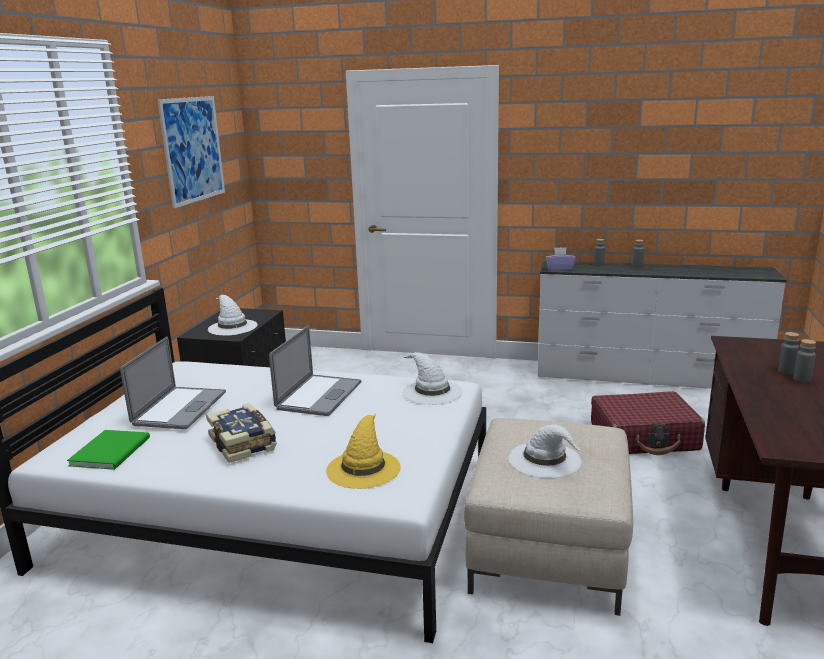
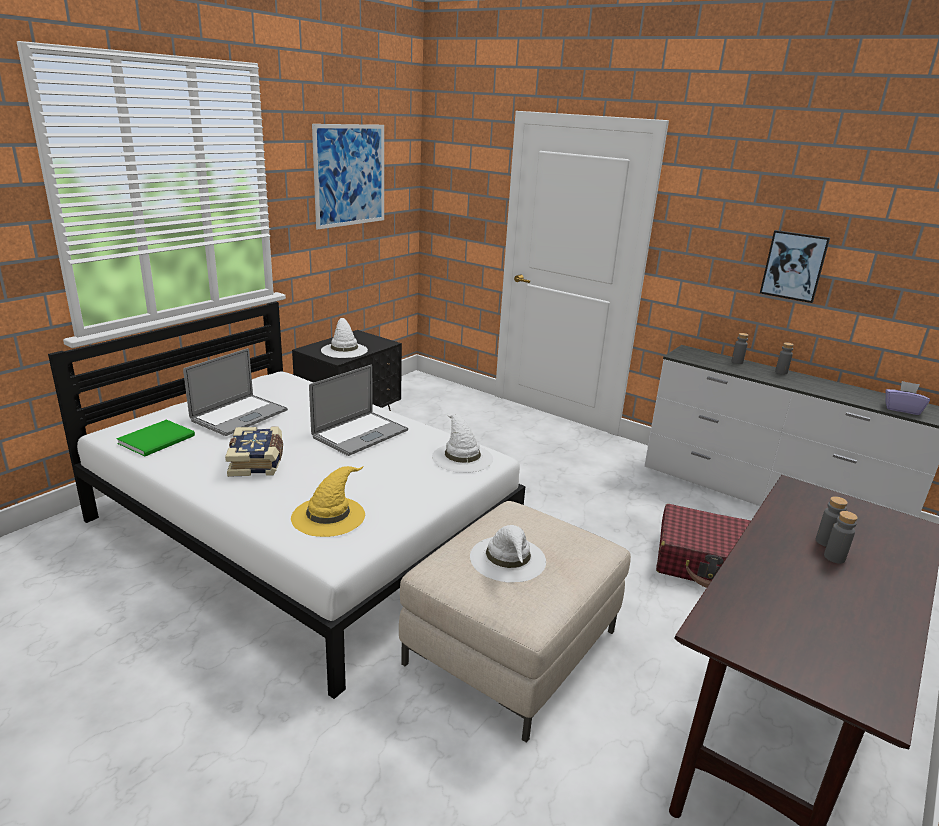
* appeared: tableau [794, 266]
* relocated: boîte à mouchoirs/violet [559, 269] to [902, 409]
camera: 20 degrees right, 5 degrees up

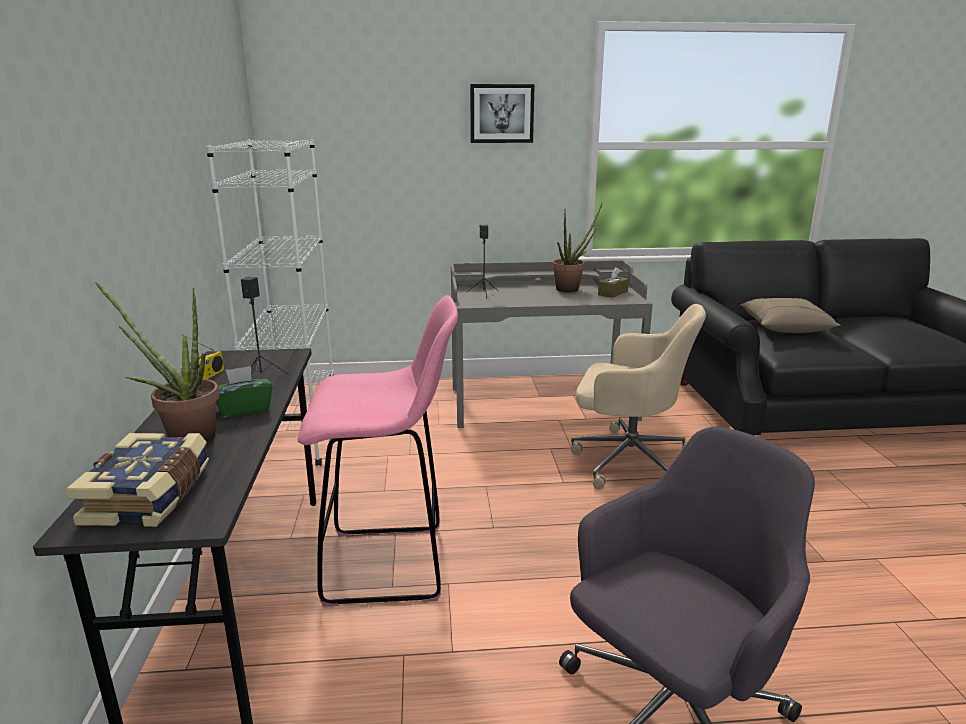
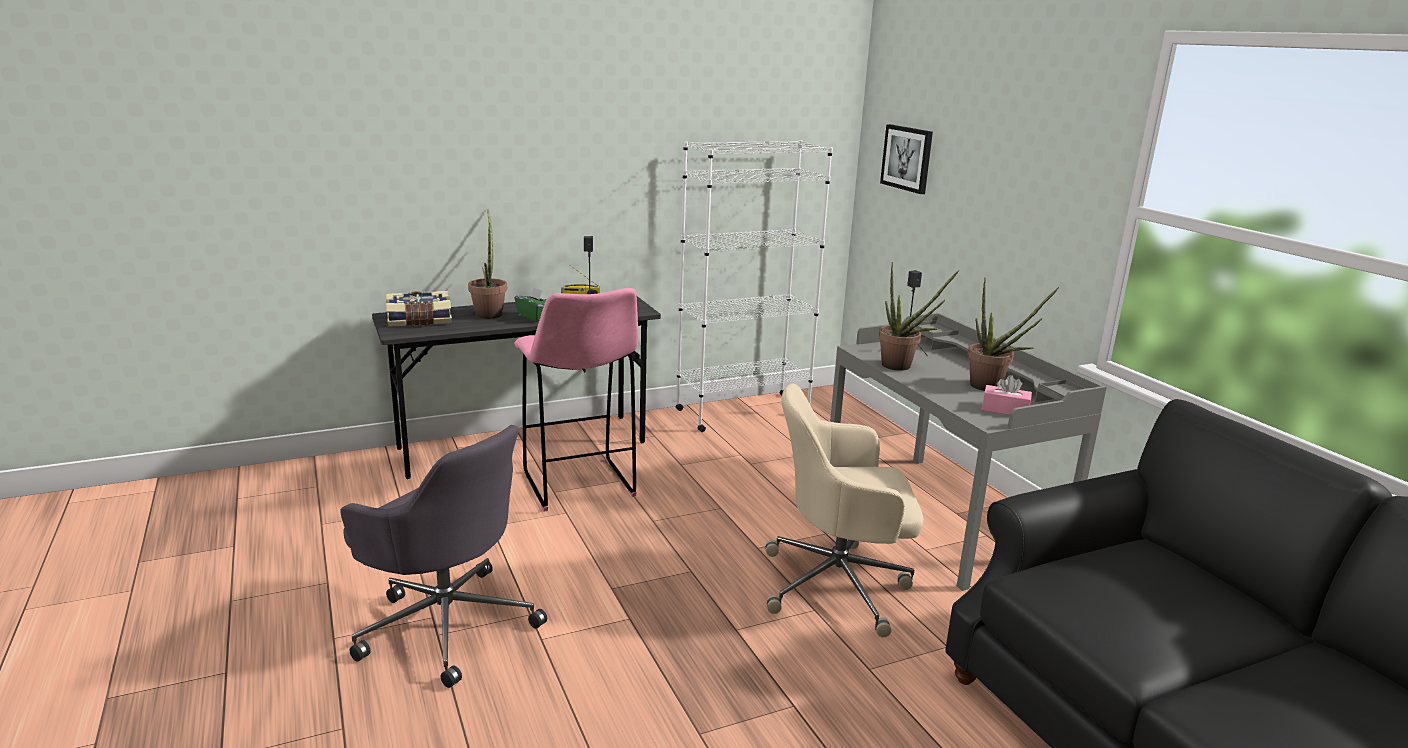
* missing: coussin/beige [784, 327]
* appeared: plante en pot [902, 367]
* relocated: tableau [501, 113] to [907, 158]
* colour: boîte à mouchoirs/marron [613, 293] to boîte à mouchoirs/rose [1005, 410]
* spun: chaise de bureau/beige [628, 460] = [839, 585] 90 degrees clockwise
camera: 70 degrees right, 0 degrees up

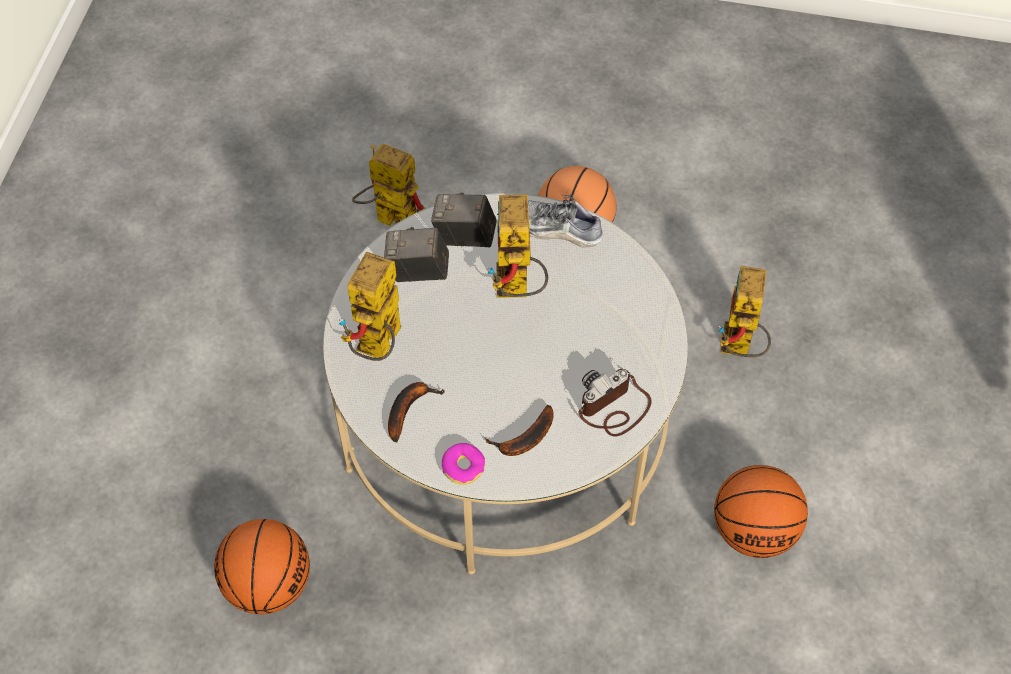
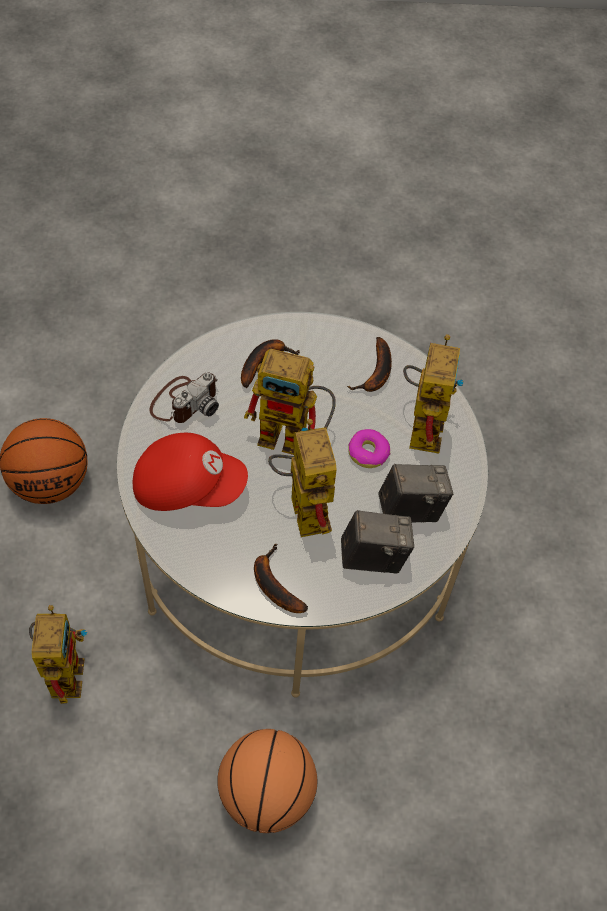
* missing: ballon de basket [269, 584]
* appeared: casquette/rouge [188, 485]
* relocated: robot jouet [388, 218] to [294, 436]
* relocated: beignet [463, 467] to [368, 453]
* exchanged: chaussure [557, 229] to banane [273, 584]
camera: 165 degrees right, 0 degrees up

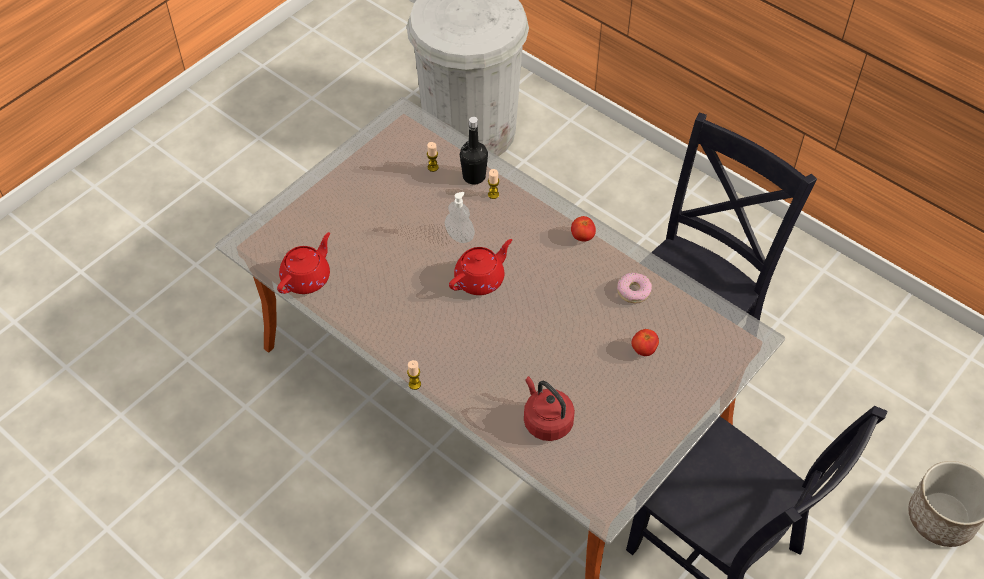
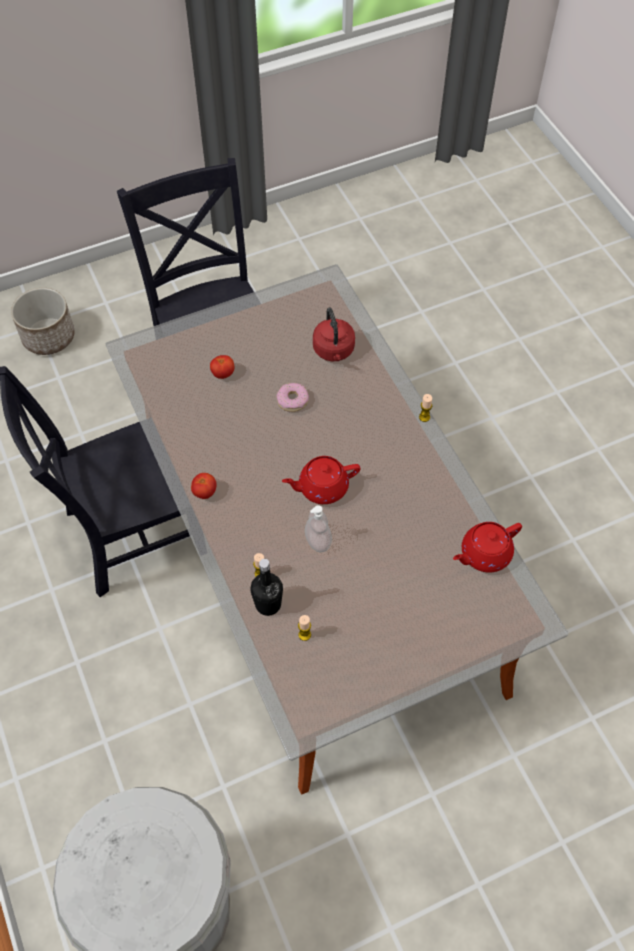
* relocated: beignet [633, 291] to [292, 400]
camera: 155 degrees left, 5 degrees up

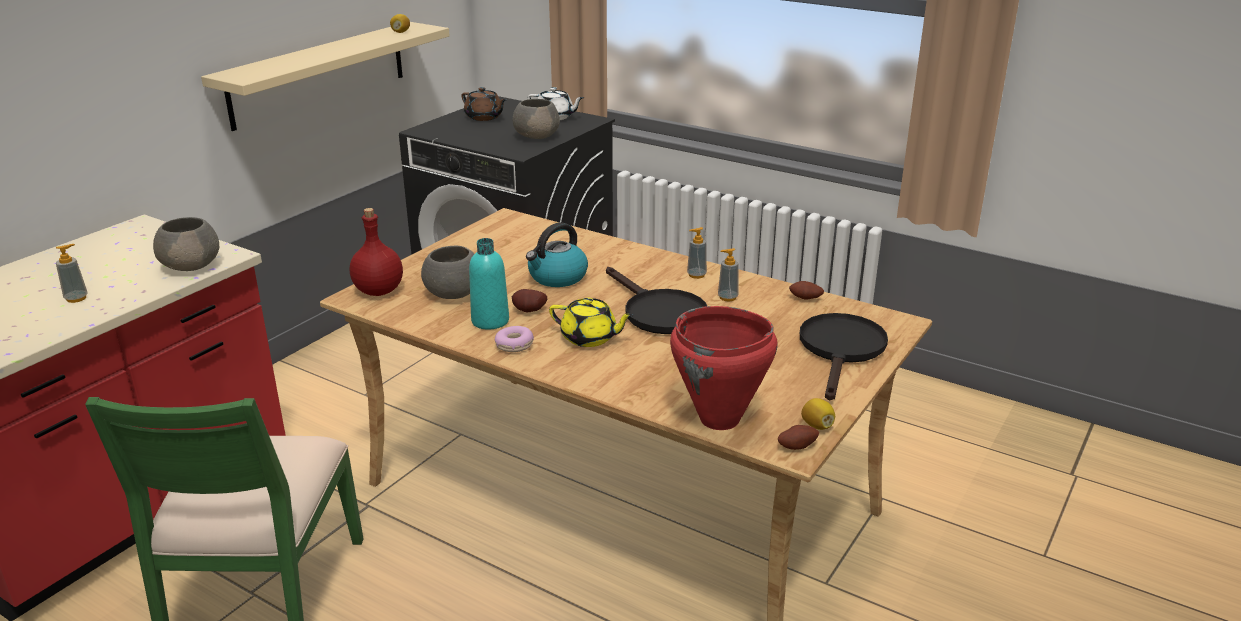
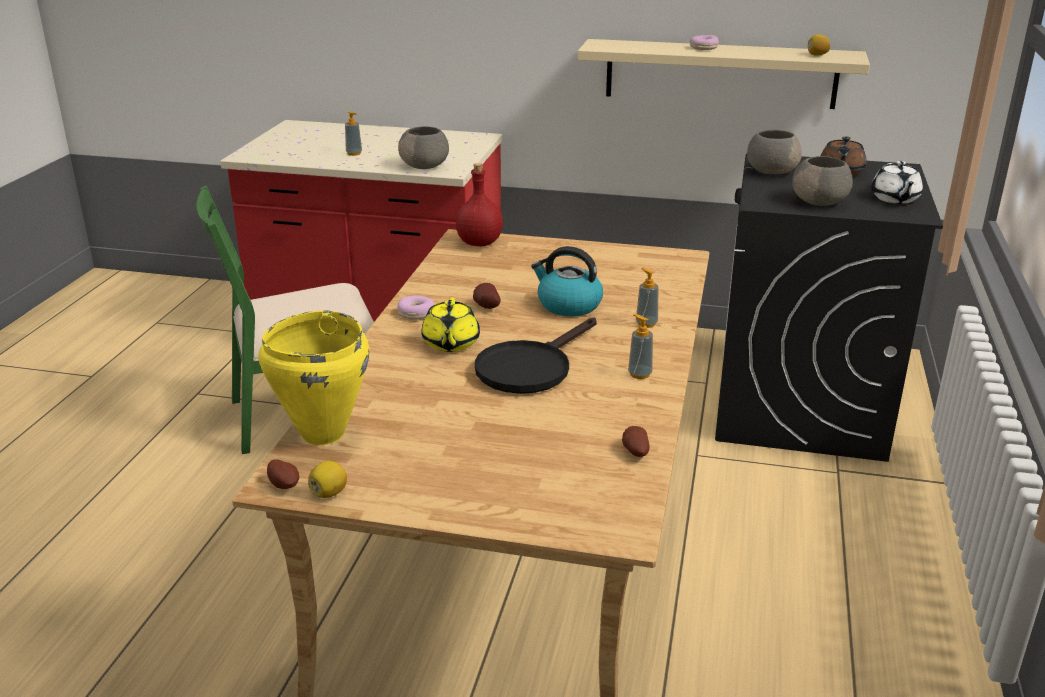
* missing: bouteille/turquoise [490, 321]
* missing: poêle/noir [841, 350]
* appeared: beignet [703, 48]
* relocated: bol/gris [453, 293] to [771, 172]
* relocated: distributeur de savon [727, 297] to [646, 323]
* colour: marmite/rouge [720, 419] to marmite/jaune [322, 434]
camera: 70 degrees right, 0 degrees up

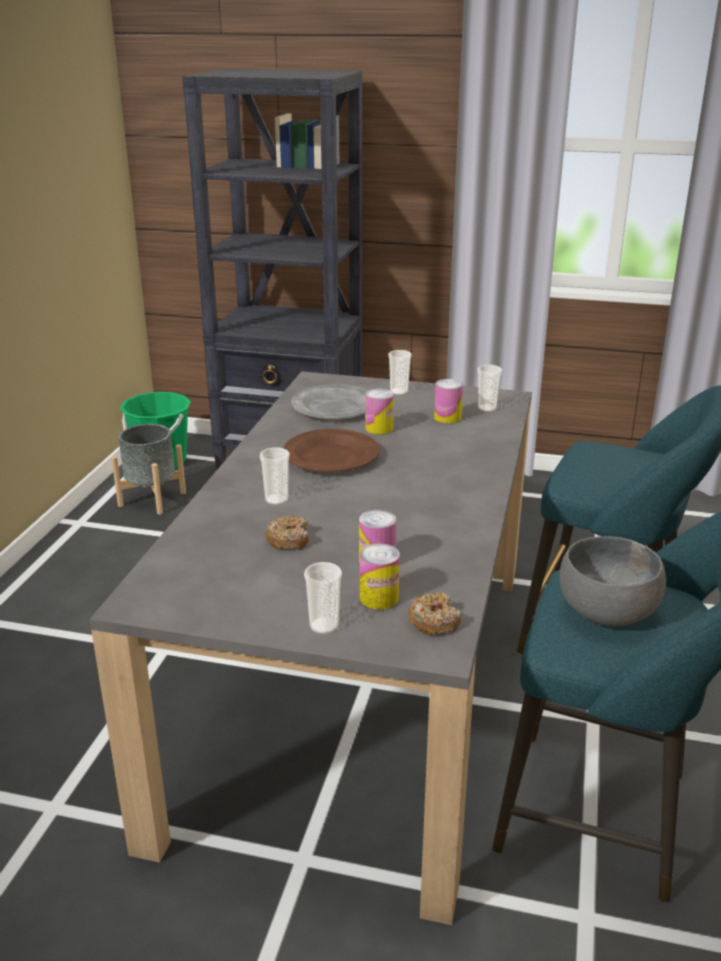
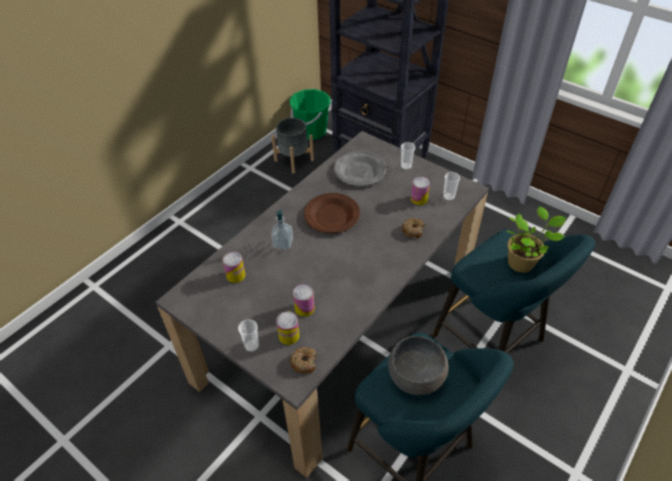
* appeared: plante en pot [522, 263]
* relocated: beignet [288, 540] to [413, 230]
* relocated: boîte métallique [379, 428] to [236, 275]
* exchanged: tasse [276, 500] to distributeur de savon [283, 243]
camera: 25 degrees right, 20 degrees up

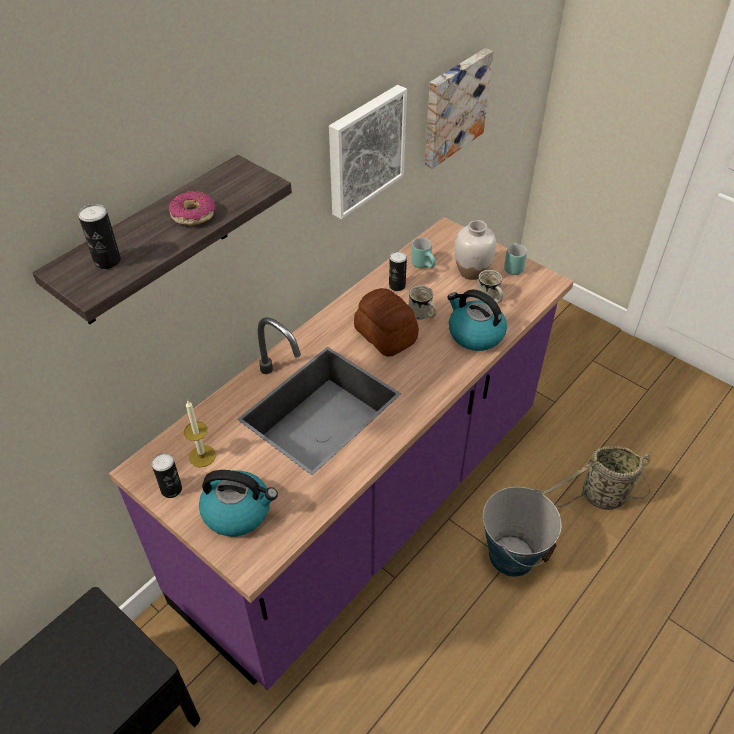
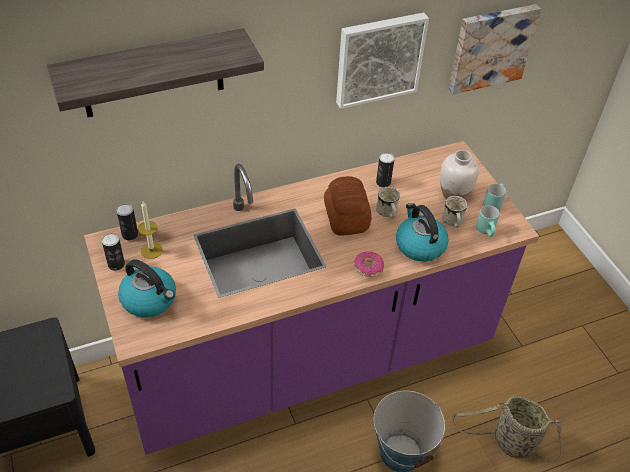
* relocated: boîte métallique [107, 261] to [130, 234]
* relocated: beignet [193, 215] to [368, 267]
* relocated: mug/turquoise [424, 265] to [487, 231]
camera: 25 degrees right, 0 degrees up

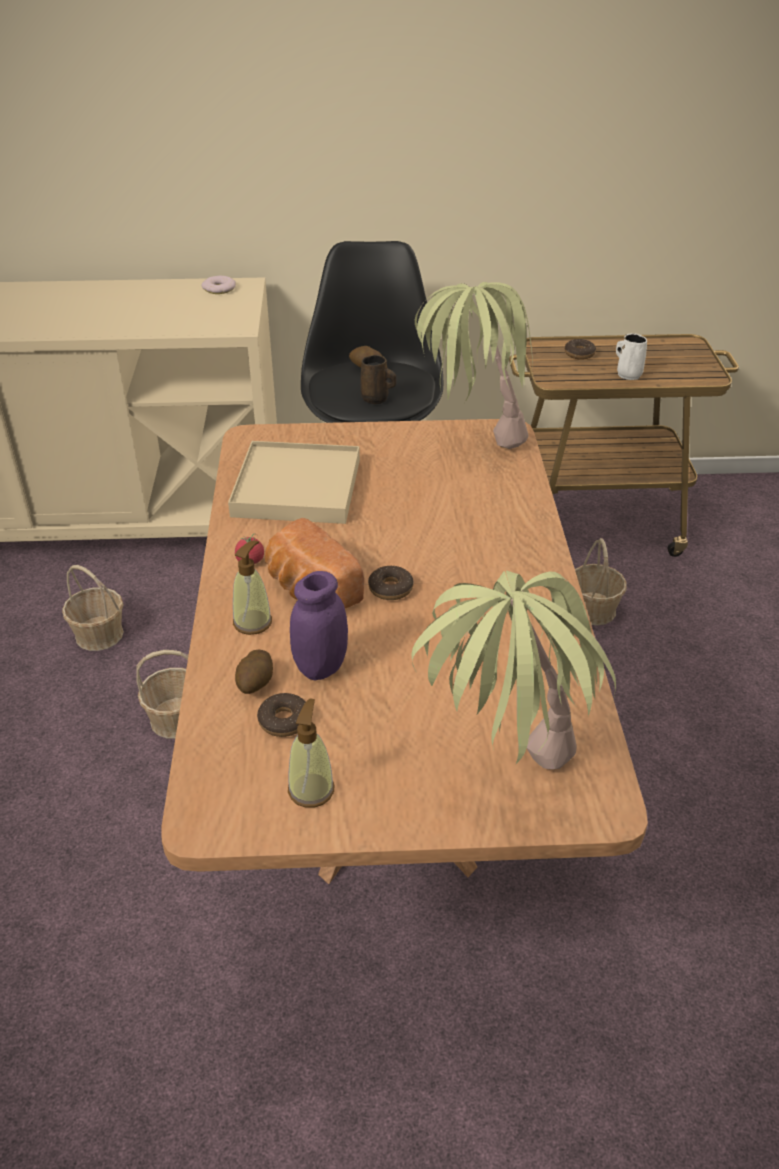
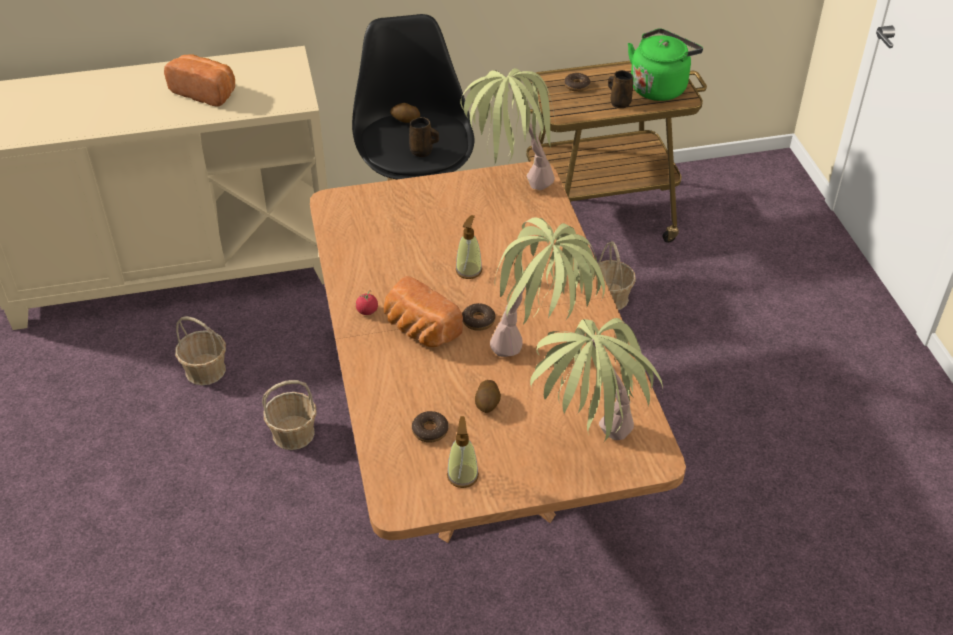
* missing: beignet [219, 289]
* missing: plateau/beige [297, 487]
* missing: bocal/violet [321, 667]
* appeared: pain [206, 92]
* appeared: plante en pot [542, 352]
* appeared: bouilloire/vert [660, 87]
* relocated: distributeur de savon [253, 622] to [469, 270]
* relocated: pomme de terre [255, 683] to [487, 404]
* colour: mug/blanc [628, 374] to mug/marron [619, 102]
camera: 10 degrees left, 5 degrees up

